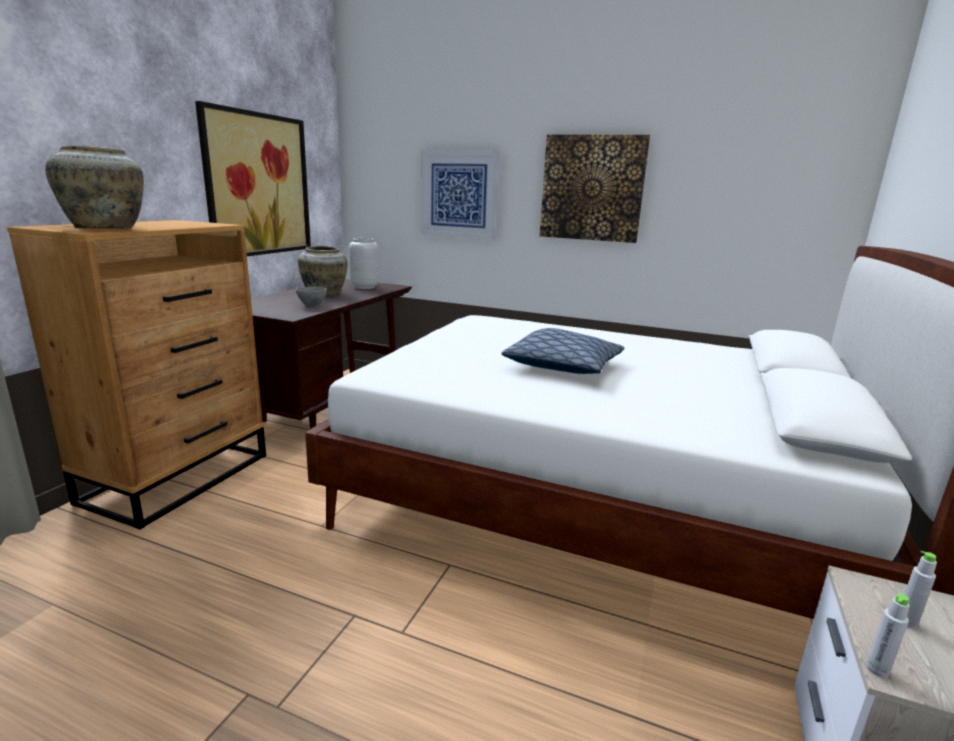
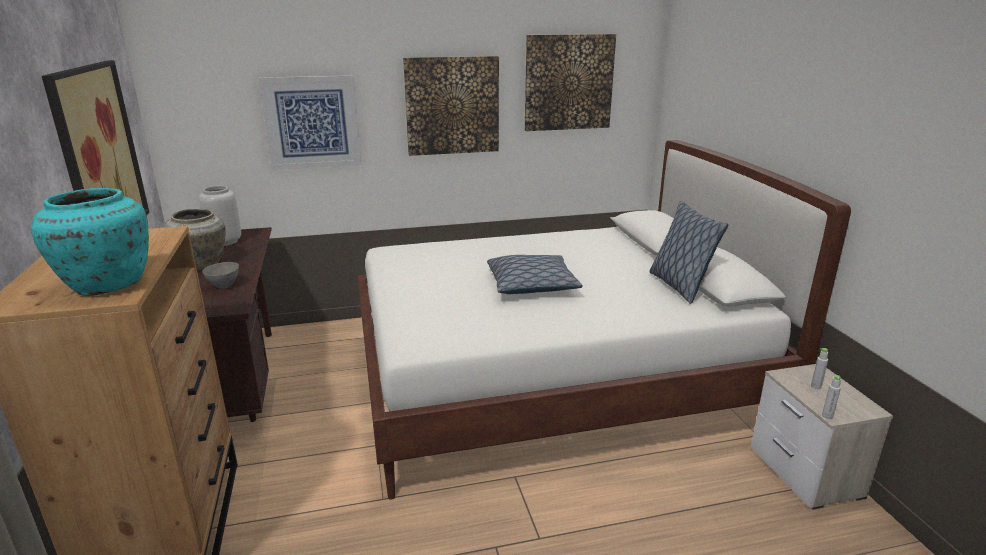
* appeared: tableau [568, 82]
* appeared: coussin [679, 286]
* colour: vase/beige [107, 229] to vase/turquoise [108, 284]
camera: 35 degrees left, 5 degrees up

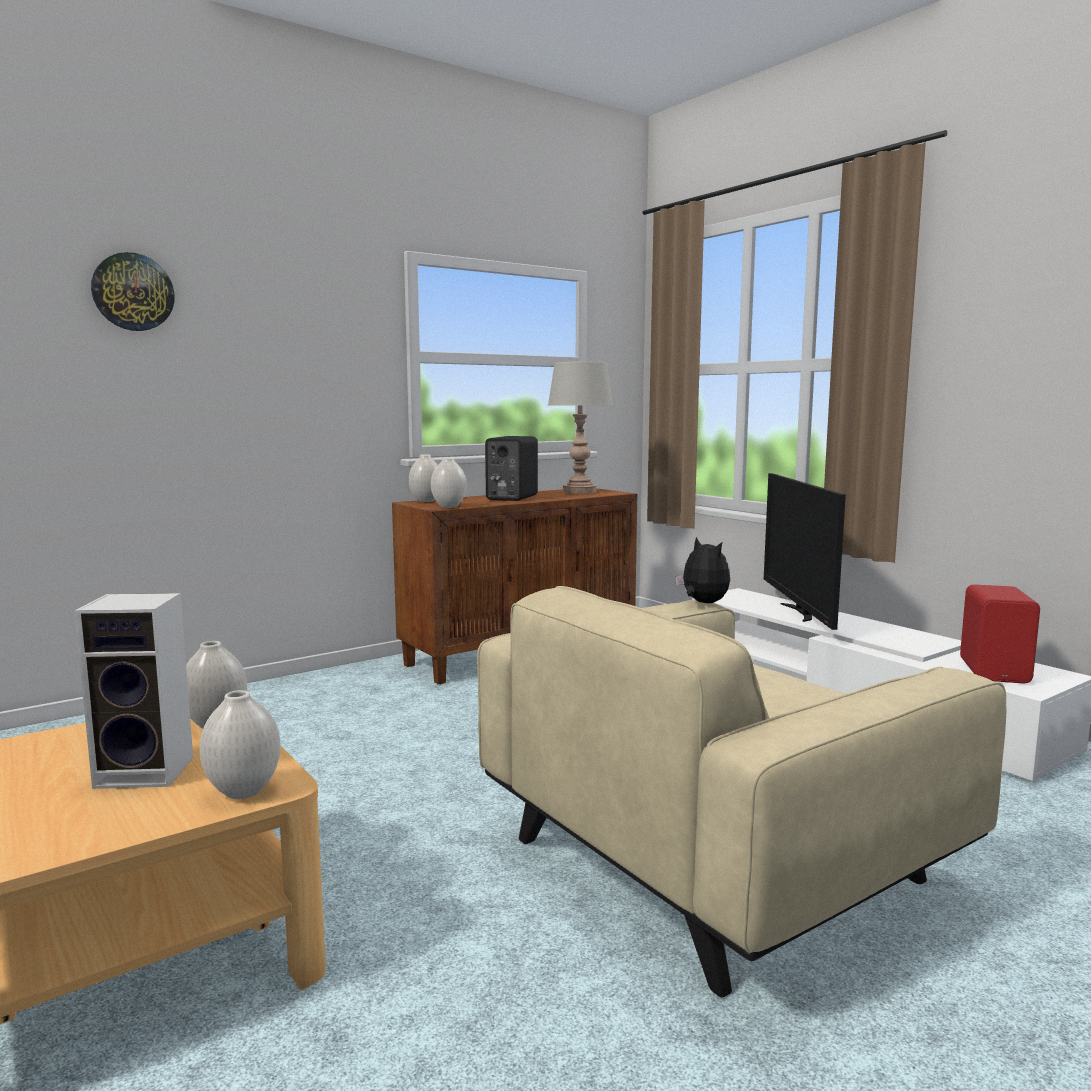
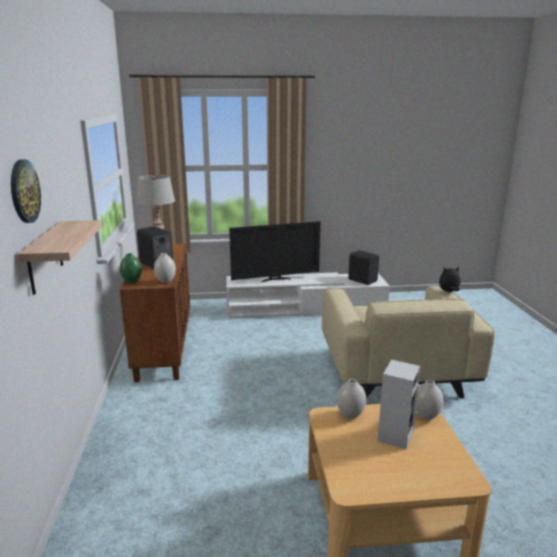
* appeared: étagère [45, 257]
* relocated: peluche [702, 603] to [449, 291]
* colour: vase/blanc [426, 501] to vase/vert [132, 281]
* colour: enceinte/rouge [996, 671] to enceinte/noir [362, 280]
* spun: téléviseur [799, 612] = [275, 279] 45 degrees counterclockwise
camera: 60 degrees left, 10 degrees up

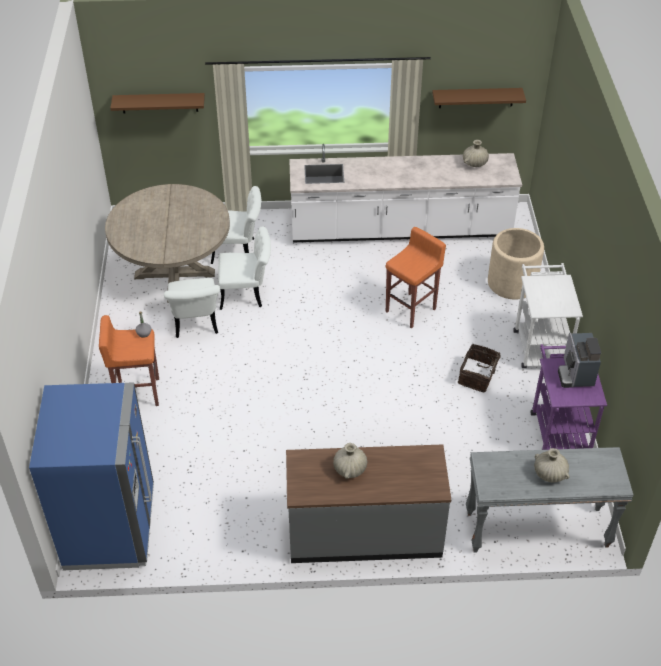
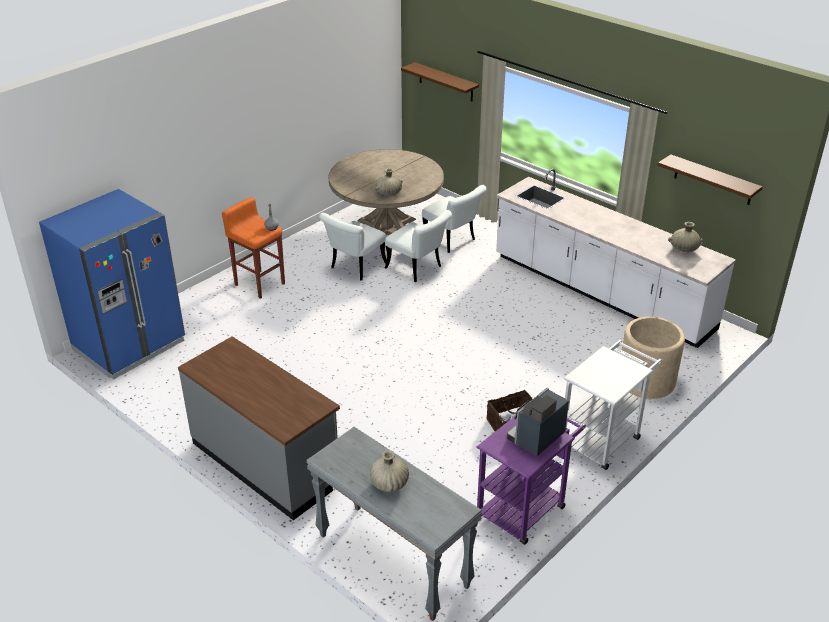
* missing: tabouret/orange [411, 310]
* relocated: vase/beige [350, 469] to [388, 193]
camera: 45 degrees right, 10 degrees down

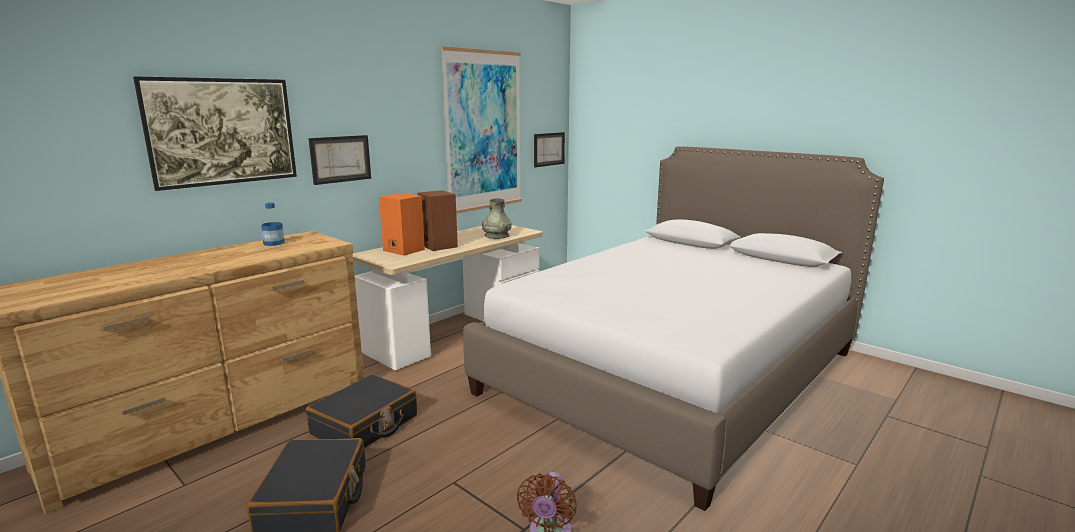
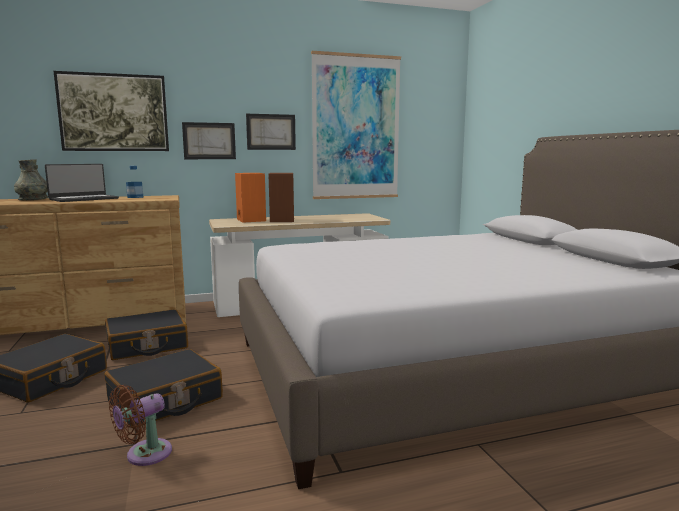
* appeared: ordinateur portable [84, 199]
* appeared: valise/noir [165, 400]
* relocated: vase/gris [496, 236] to [33, 199]
* relocated: tableau [549, 149] to [271, 132]
camera: 30 degrees right, 5 degrees down

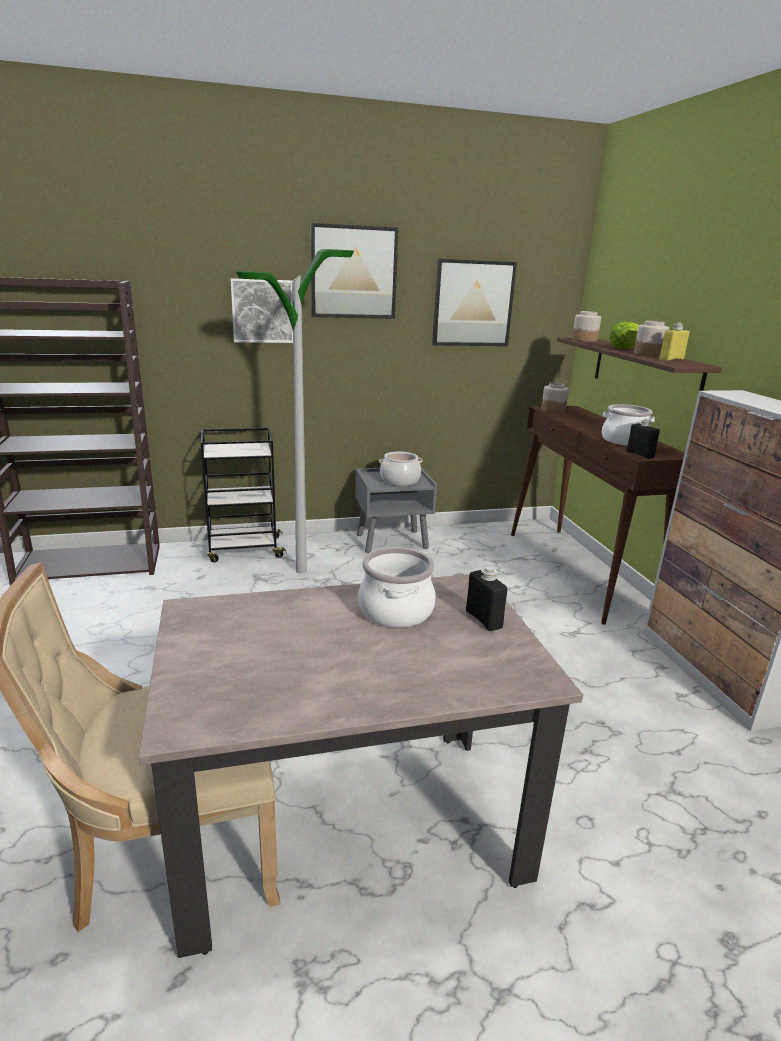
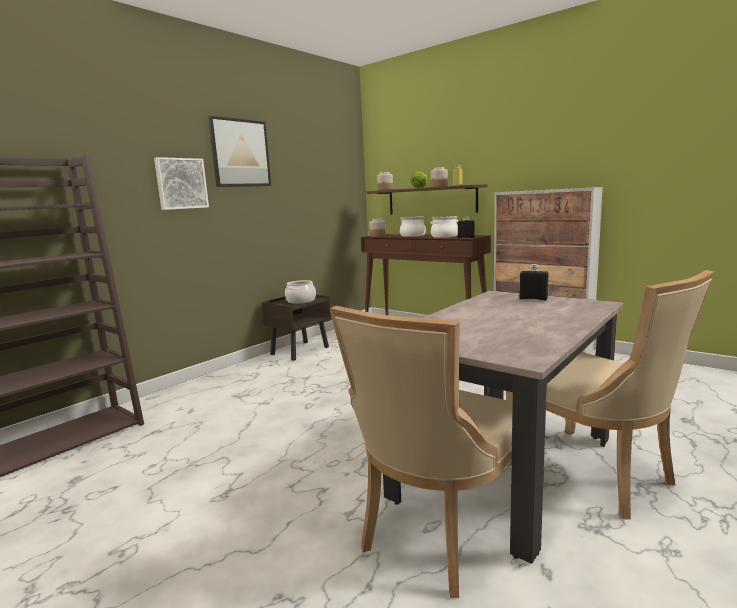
* missing: chariot/noir [244, 549]
* missing: lampadaire [301, 570]
* missing: tableau [473, 303]
* appeared: chaise/beige [595, 474]
* relocated: marmite [397, 611] to [413, 235]
* colour: table de chevet/gris [392, 541] to table de chevet/marron [300, 350]
camera: 35 degrees left, 10 degrees down

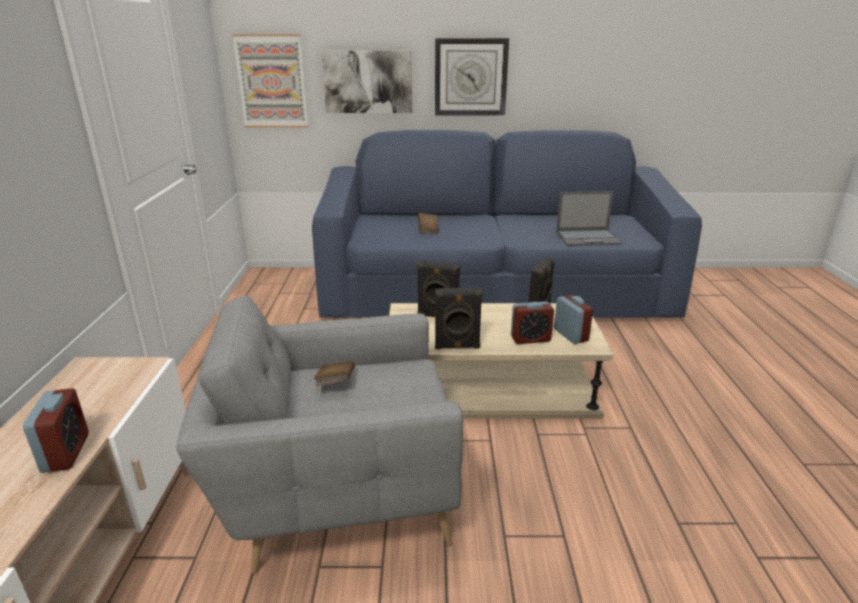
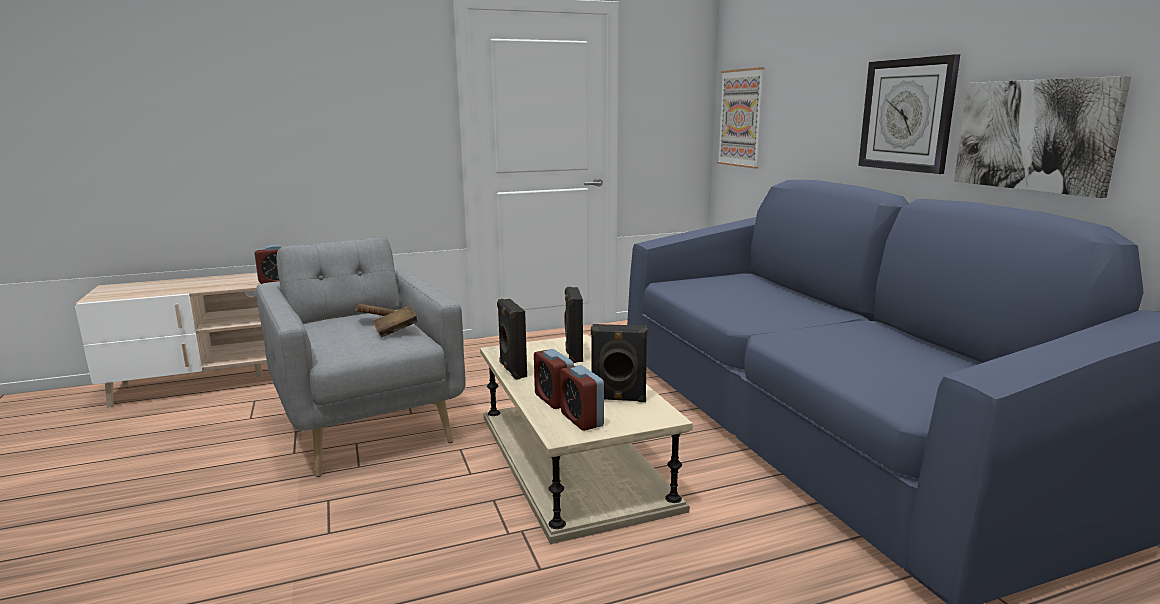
* missing: ordinateur portable [588, 238]
* relocated: tableau [368, 82] to [1034, 135]
* relocated: livre/marron [428, 230] to [396, 331]
* spun: réveil [570, 335] = [581, 420] 105 degrees clockwise
camera: 70 degrees right, 10 degrees down

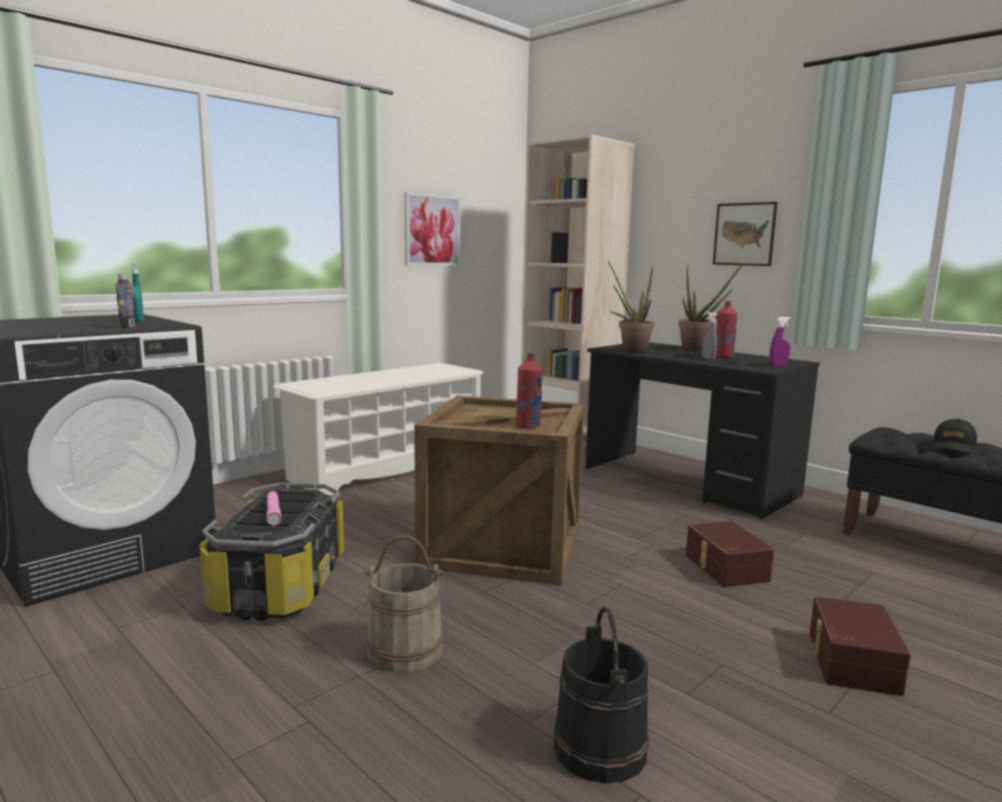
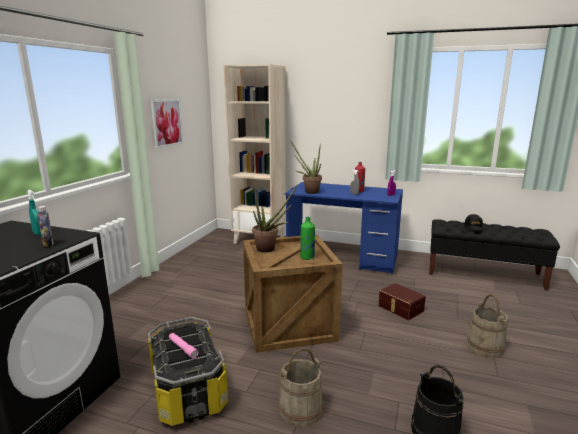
* missing: étagère à chaussures/blanc [387, 467]
* missing: tableau [744, 234]
* relocated: plante en pot [699, 350] to [269, 249]
* exchanged: boîte de rangement/marron [850, 662] to seau/beige [485, 346]
* colour: bouteille/rouge [528, 426] to bouteille/vert [307, 257]
* colour: bureau/noir [688, 482] to bureau/bleu [342, 258]
camera: 25 degrees left, 5 degrees up

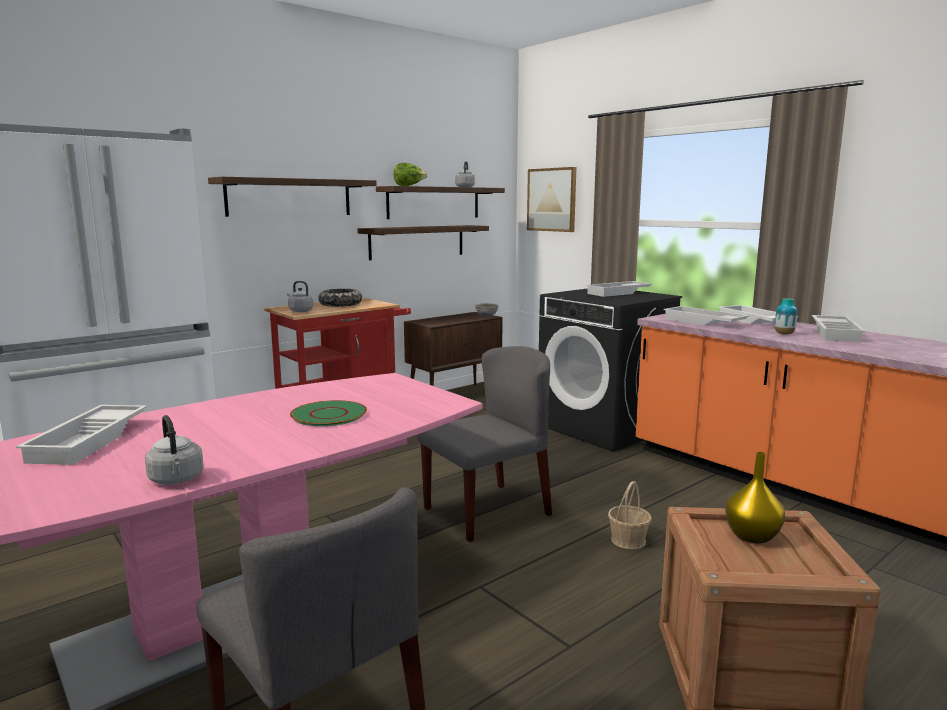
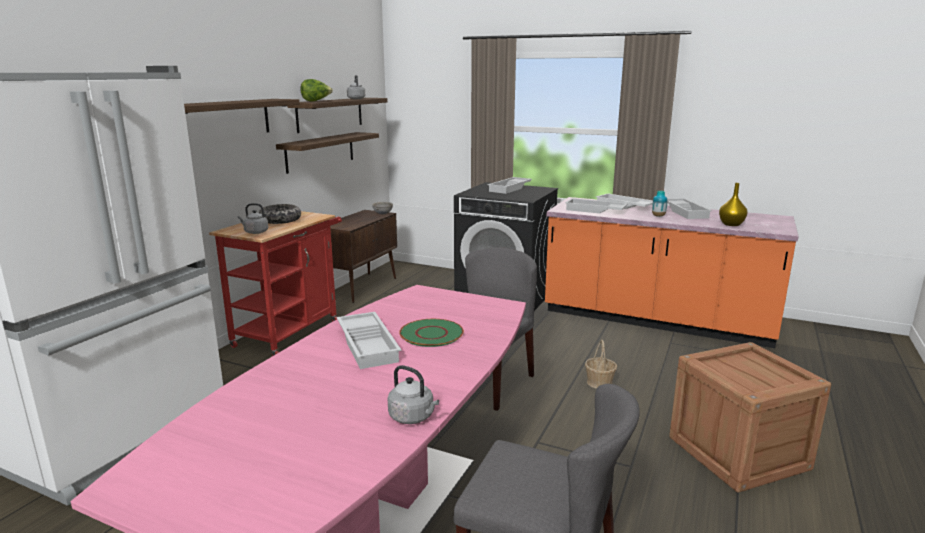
* missing: tableau [552, 199]
* relocated: plateau/blanc [90, 441] to [369, 345]
* relocated: vase/jaune [751, 536] to [730, 224]
camera: 25 degrees left, 5 degrees up

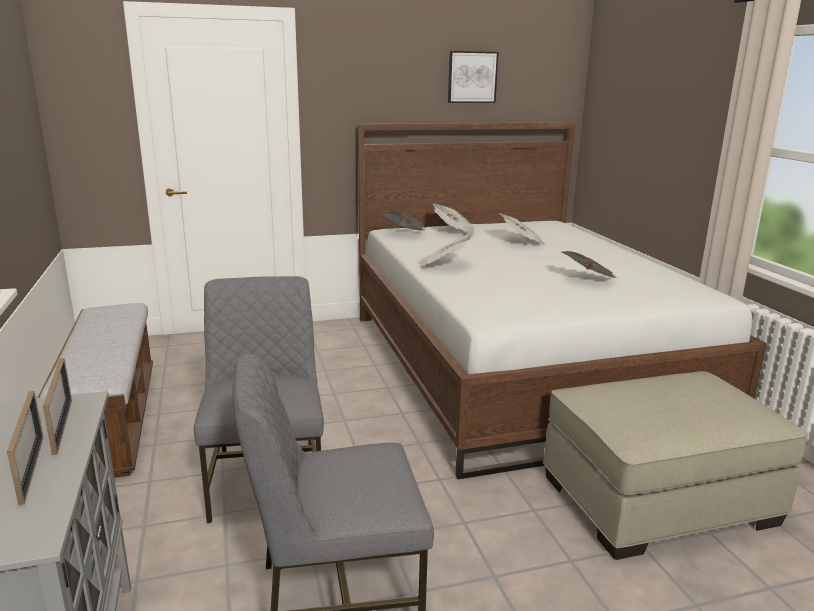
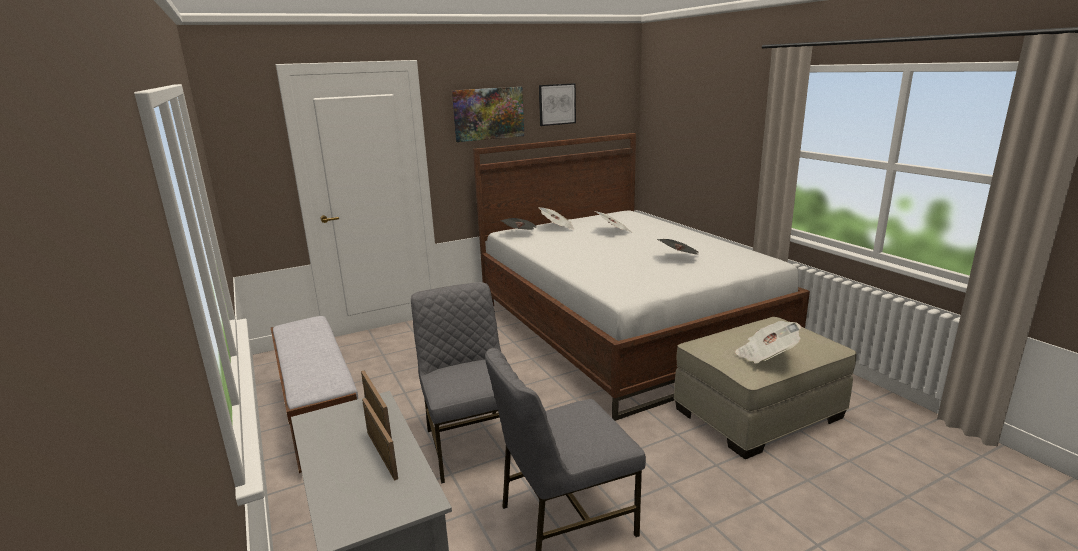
* appeared: tableau [488, 113]
* relocated: journal [443, 265] to [766, 355]
camera: 10 degrees left, 0 degrees up

